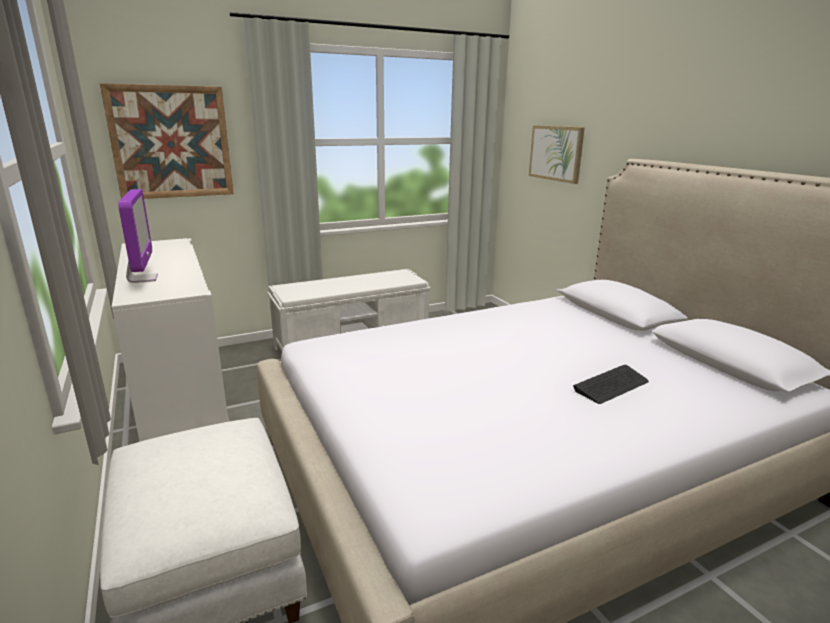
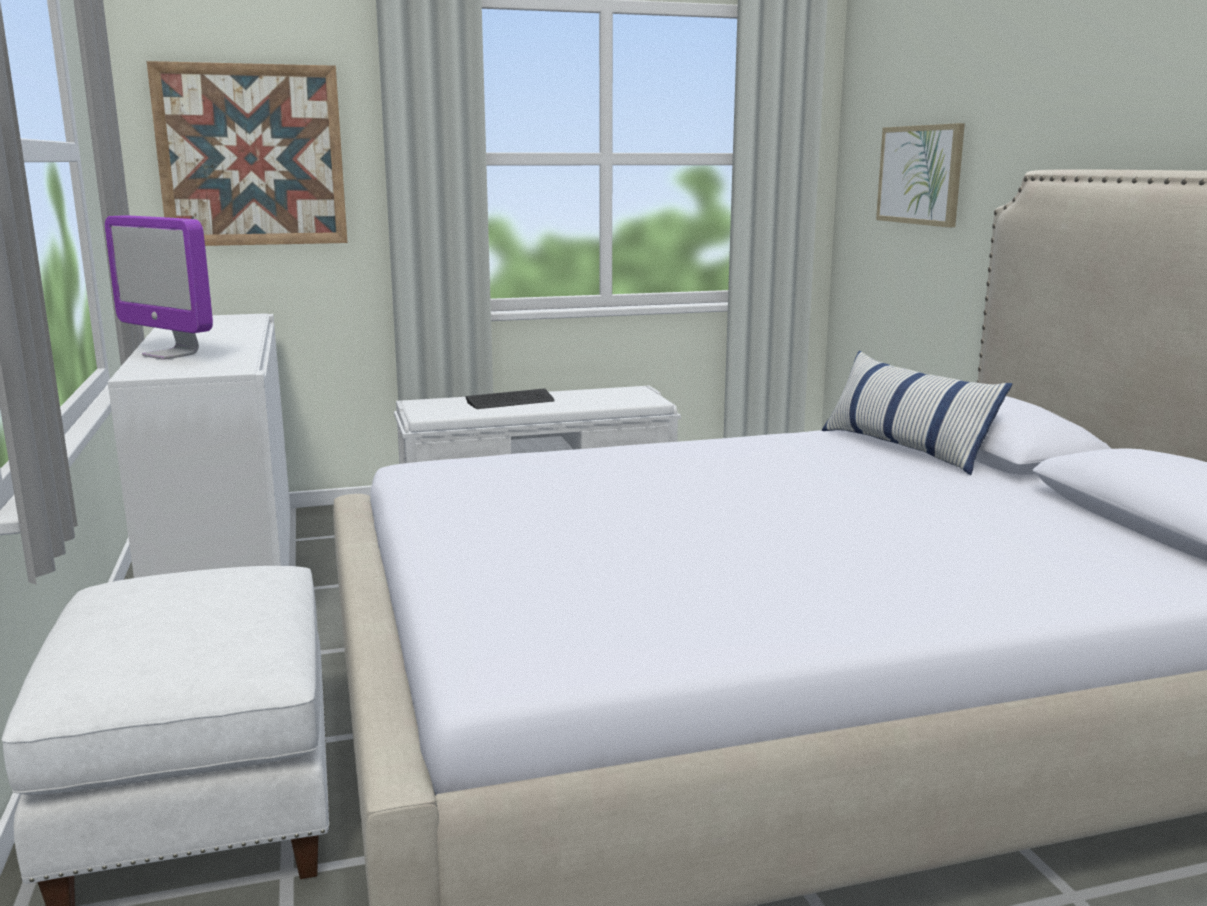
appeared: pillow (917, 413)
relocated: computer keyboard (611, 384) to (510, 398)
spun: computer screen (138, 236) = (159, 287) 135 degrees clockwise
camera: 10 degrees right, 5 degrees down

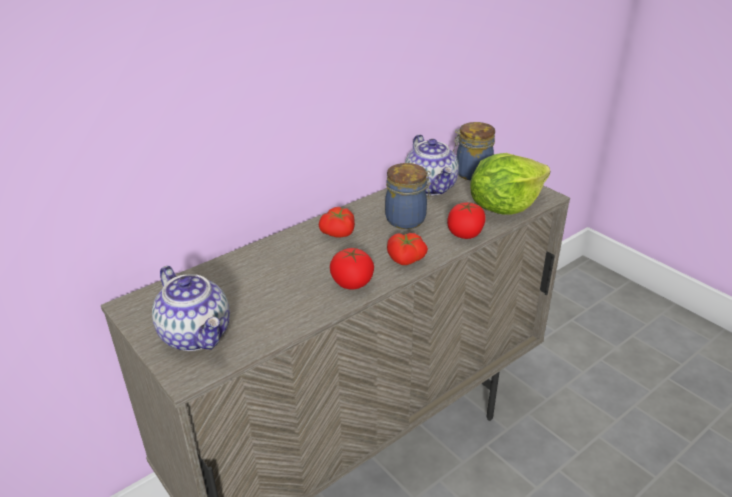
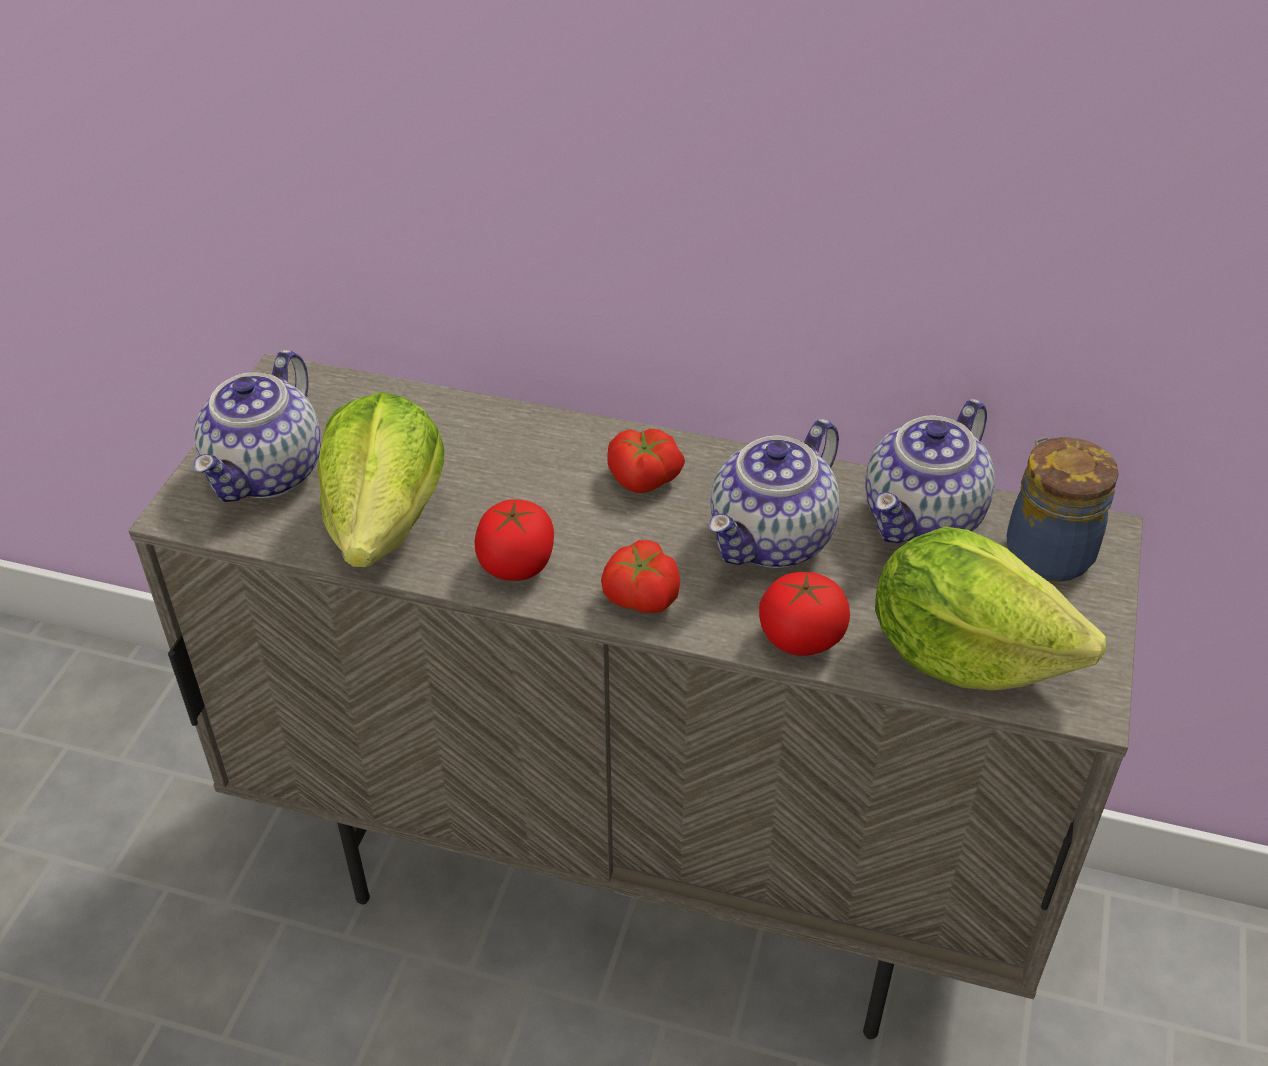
appeared: head of lettuce (381, 479)
exchanged: preserve jar (408, 196) to tea pot (774, 493)
camera: 55 degrees right, 10 degrees up

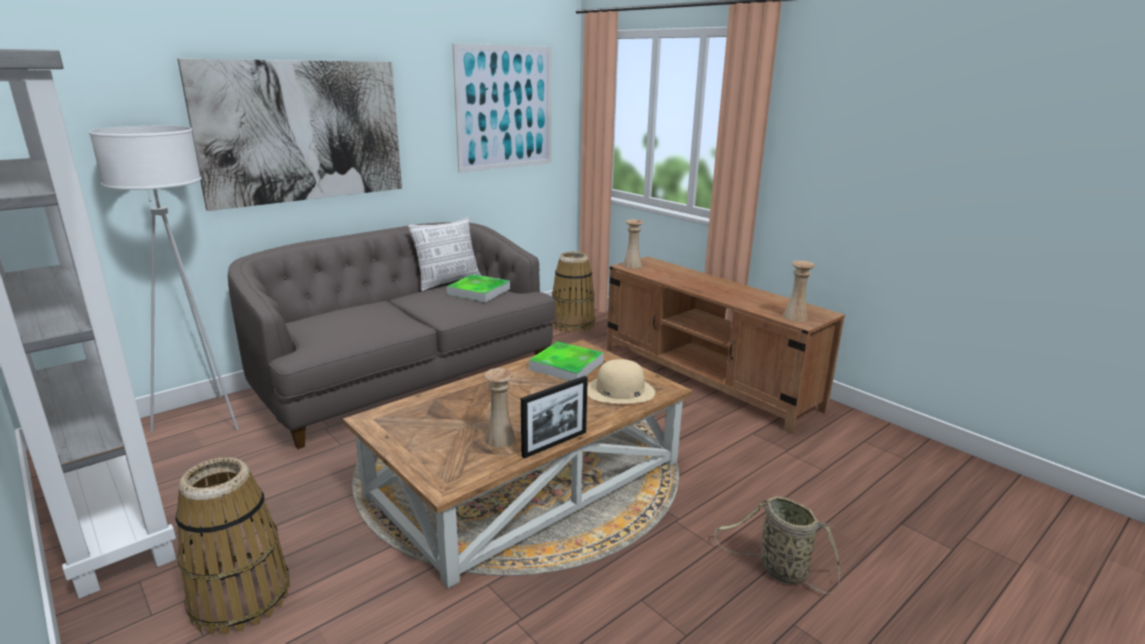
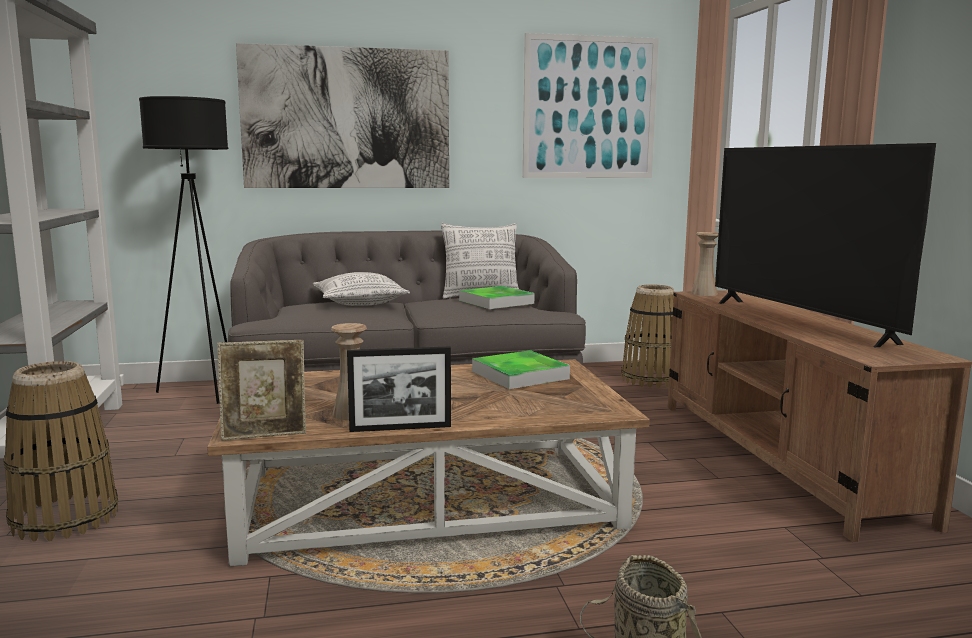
missing: sand-coloured decorative vase (799, 291); sand-coloured hat (621, 381)
appeared: TV set (825, 245); pillow (361, 289); standing frame (261, 390)
colour: white-coloured floor lamp (164, 279) to black floor lamp (183, 250)
camera: 30 degrees right, 10 degrees down

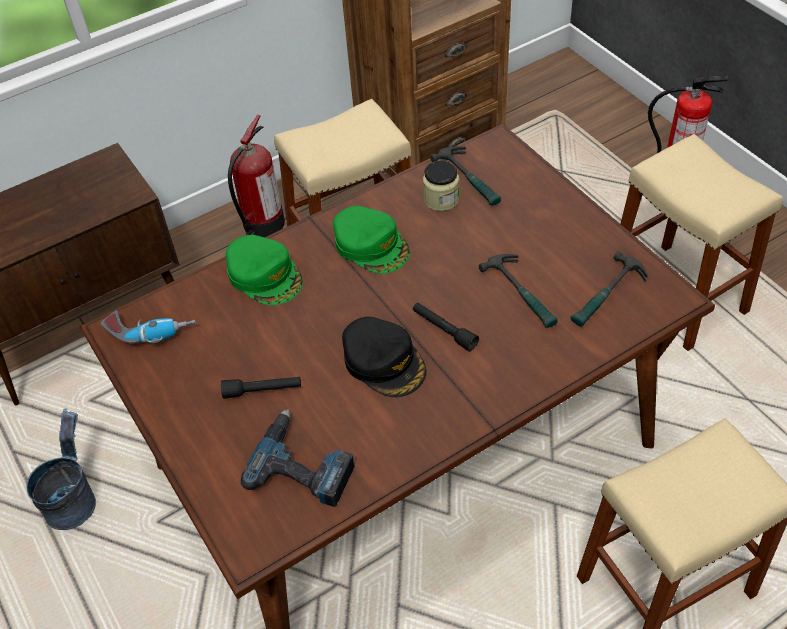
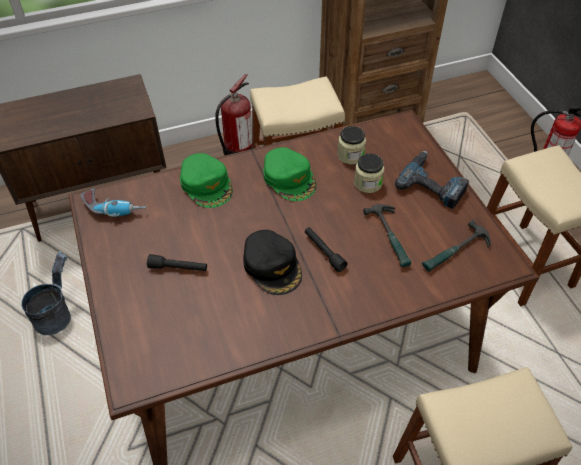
missing: hammer (465, 175)
appeared: preserve jar (369, 173)
relocated: power drill (298, 458) to (432, 180)
camera: 10 degrees right, 0 degrees up

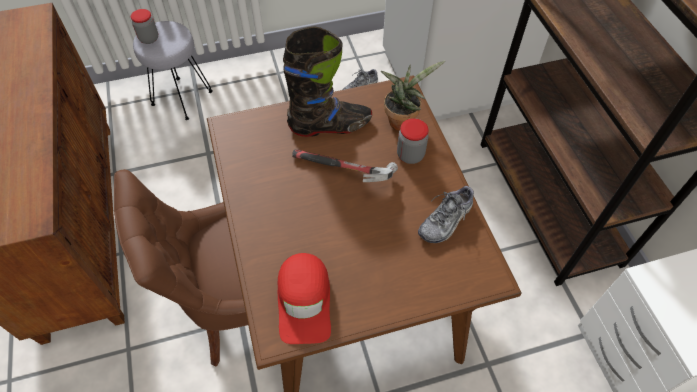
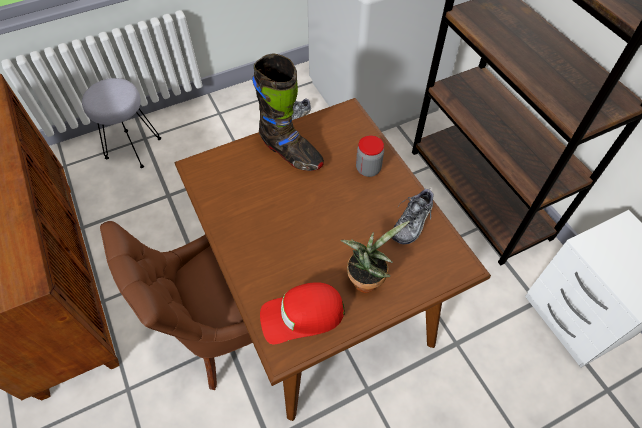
missing: preserve jar (144, 26); hammer (345, 165)
relocated: plant in a pot (413, 95) to (375, 257)
spun: black tall boot (327, 81) = (288, 112) 60 degrees clockwise; reddish peaked cap (304, 298) = (302, 313) 90 degrees clockwise
camera: 10 degrees left, 0 degrees up

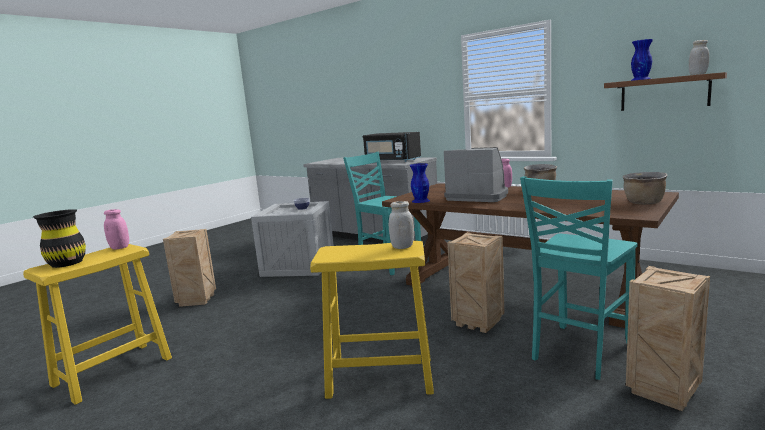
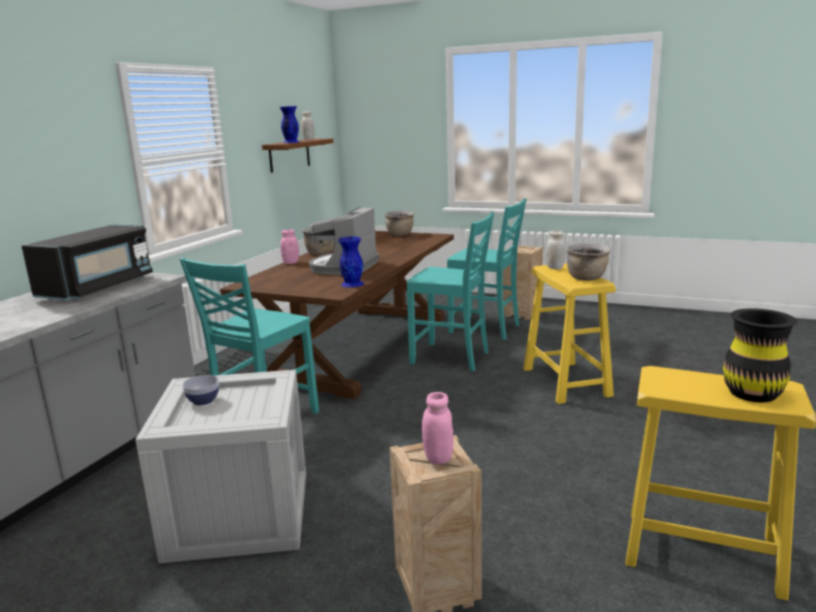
appeared: brownish stockpot (588, 262)
relocated: pink preserve jar (116, 229) to (437, 428)
exchanged: shipping crate (475, 283) to turquoise-coloured plain chair (450, 291)
camera: 105 degrees left, 5 degrees up

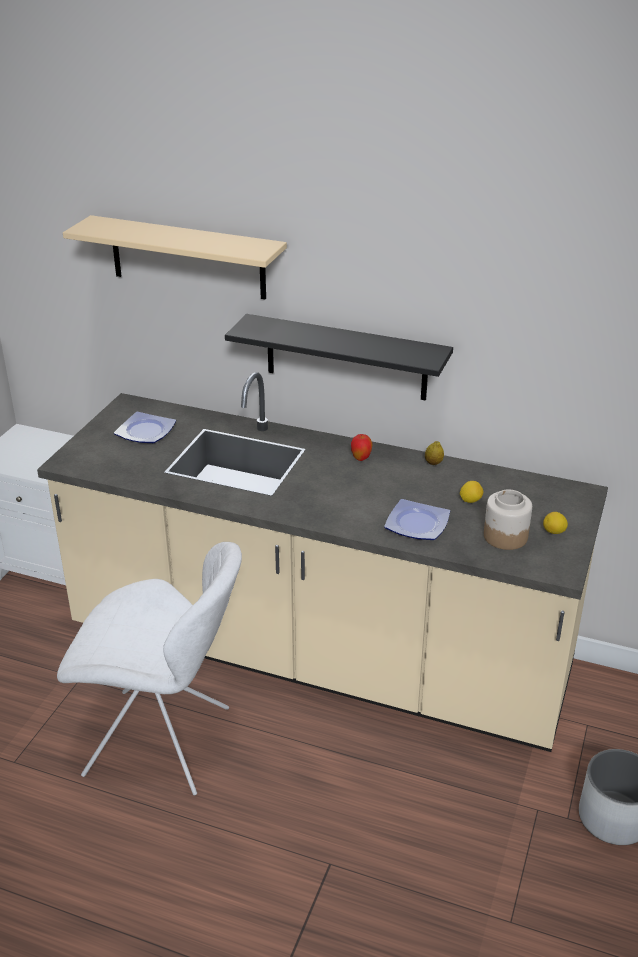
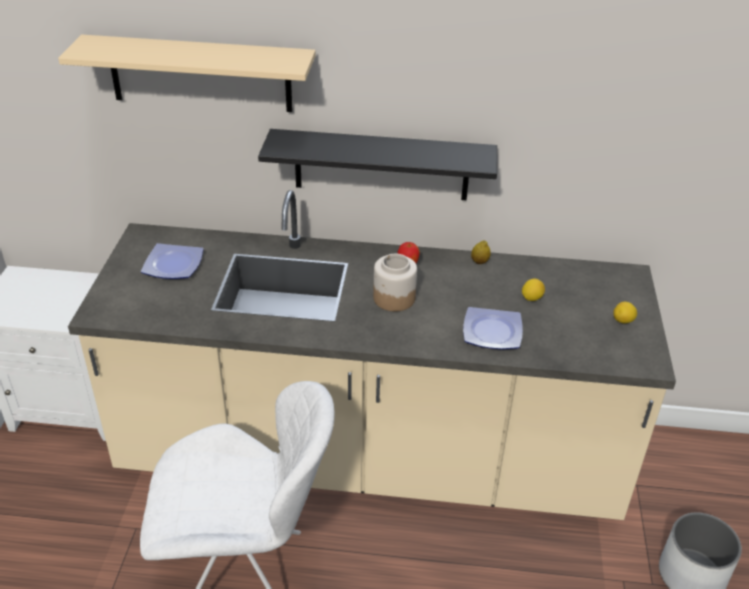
relocated: preserve jar (508, 519) to (395, 282)
camera: 15 degrees left, 5 degrees up

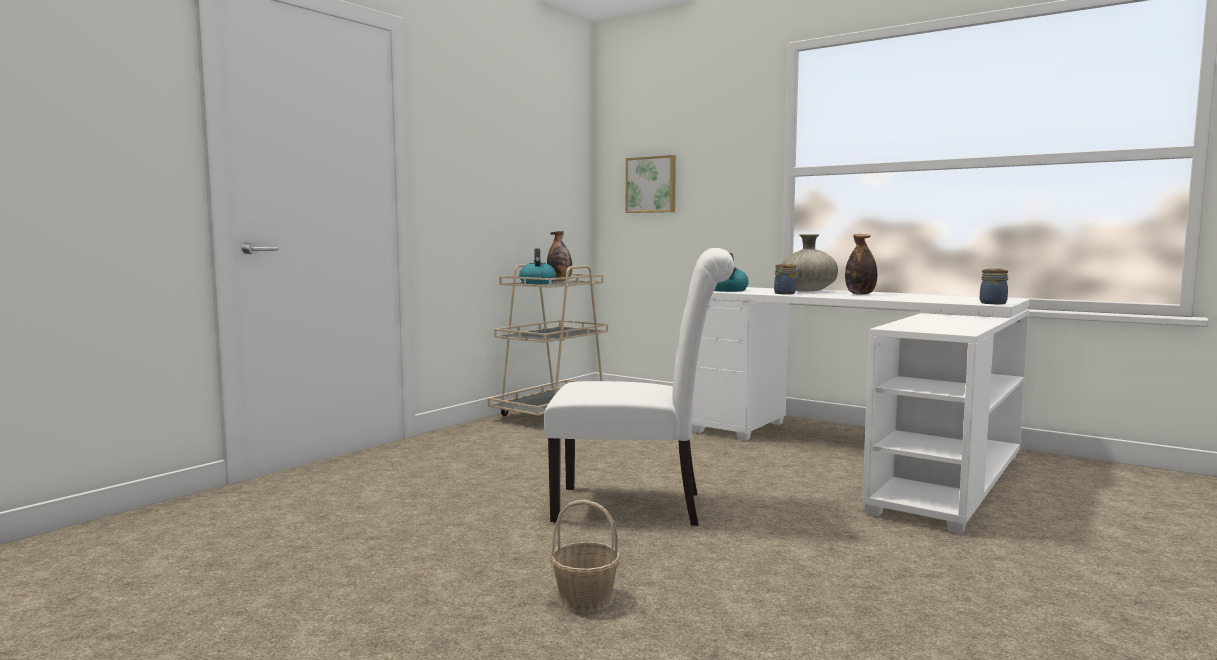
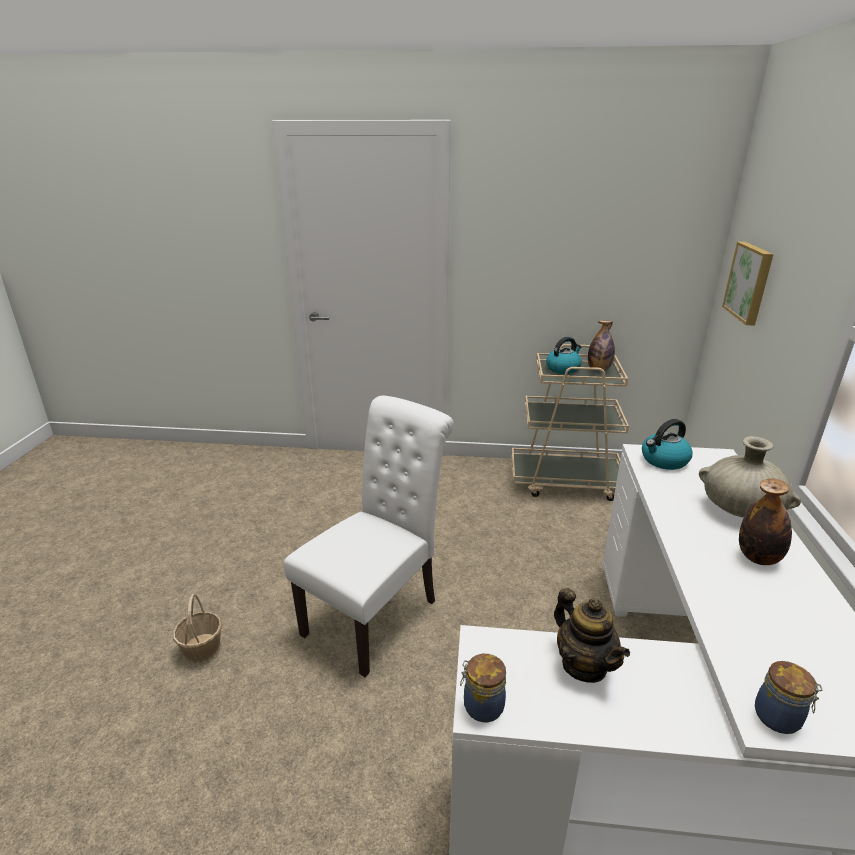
appeared: tea pot (592, 635)
relocated: preserve jar (785, 279) to (483, 688)
spun: white-coloured plain chair (639, 387) = (369, 536) 120 degrees counterclockwise
camera: 60 degrees right, 20 degrees up

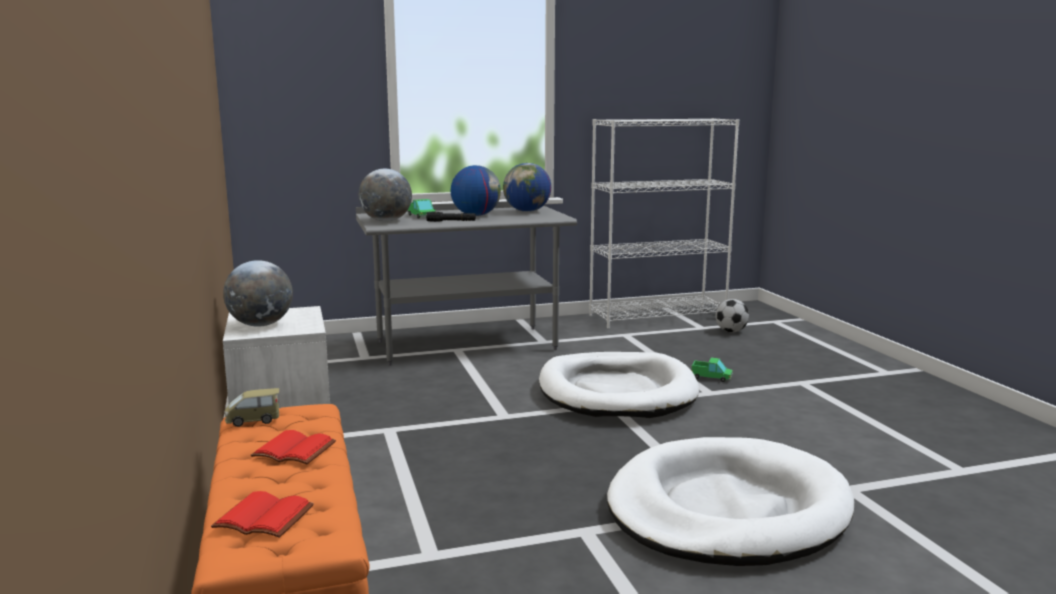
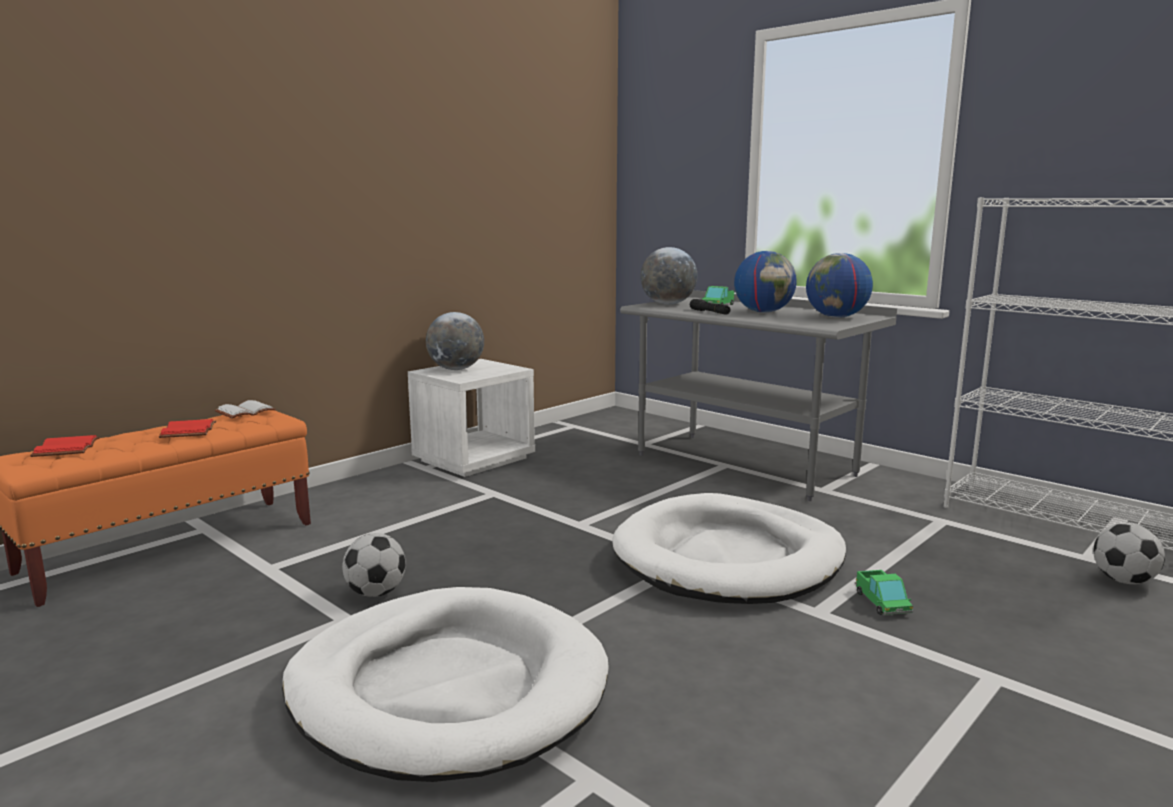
appeared: football (374, 565)
exchanged: model car (252, 407) to white-coloured volume (245, 409)
camera: 60 degrees right, 0 degrees up

